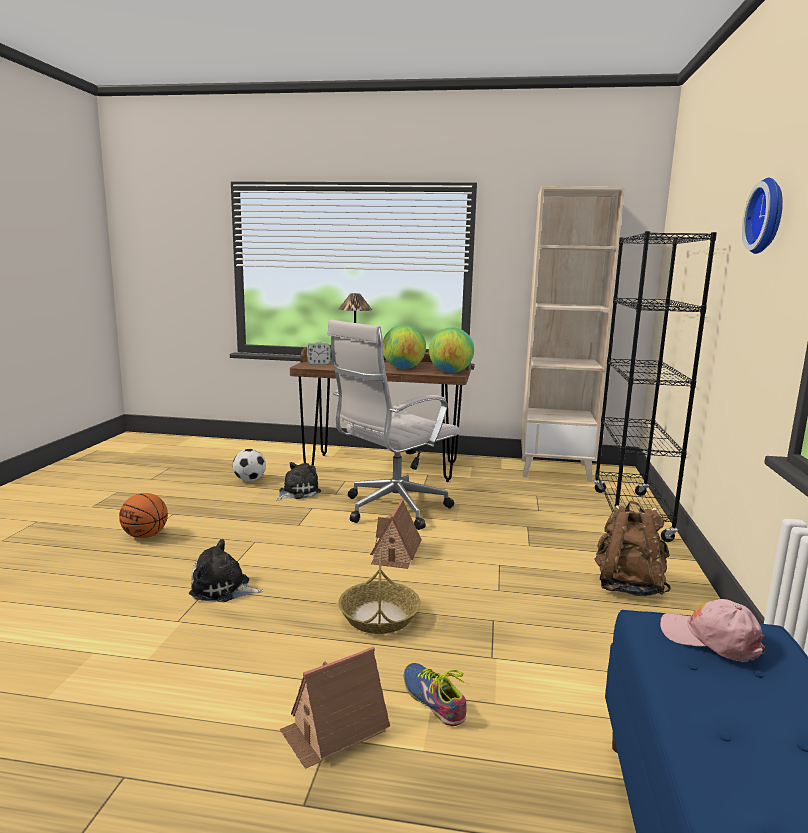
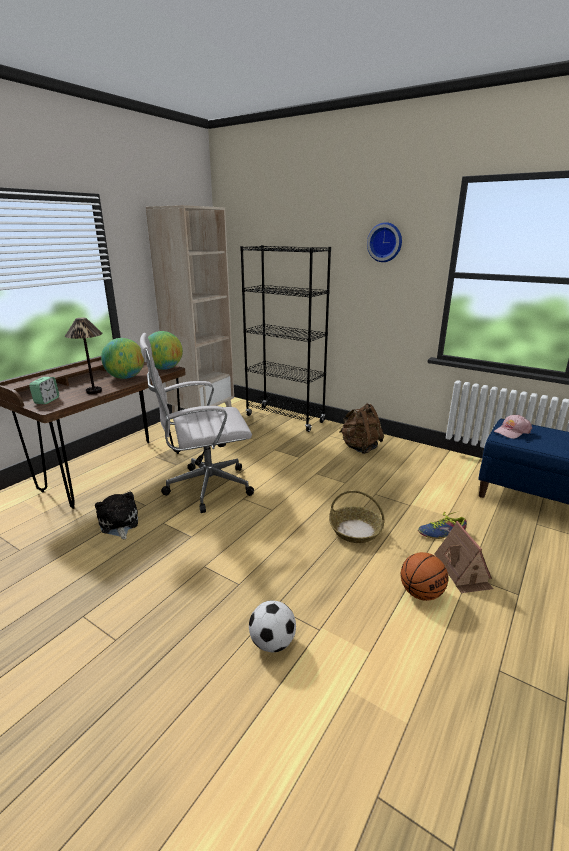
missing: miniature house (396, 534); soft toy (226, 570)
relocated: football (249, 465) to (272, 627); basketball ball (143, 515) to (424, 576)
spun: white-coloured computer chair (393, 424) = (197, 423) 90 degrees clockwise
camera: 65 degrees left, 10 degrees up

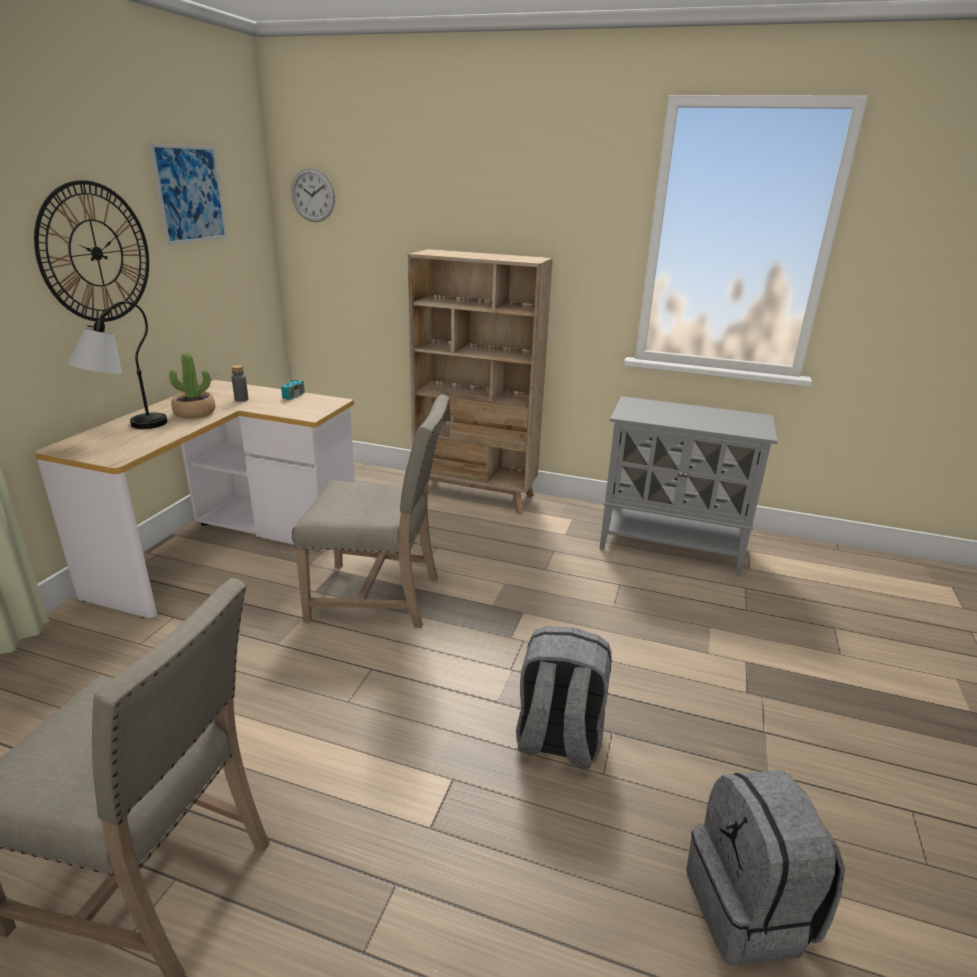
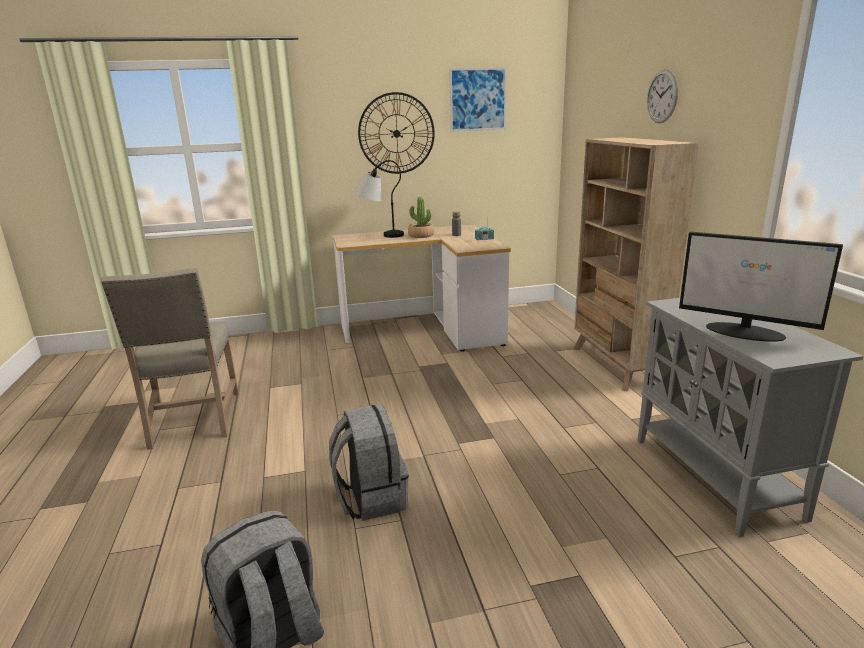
missing: sand-coloured plain chair (371, 511)
appeared: computer screen (761, 287)
relocated: clock on the wall (313, 195) to (662, 96)
camera: 60 degrees right, 5 degrees down

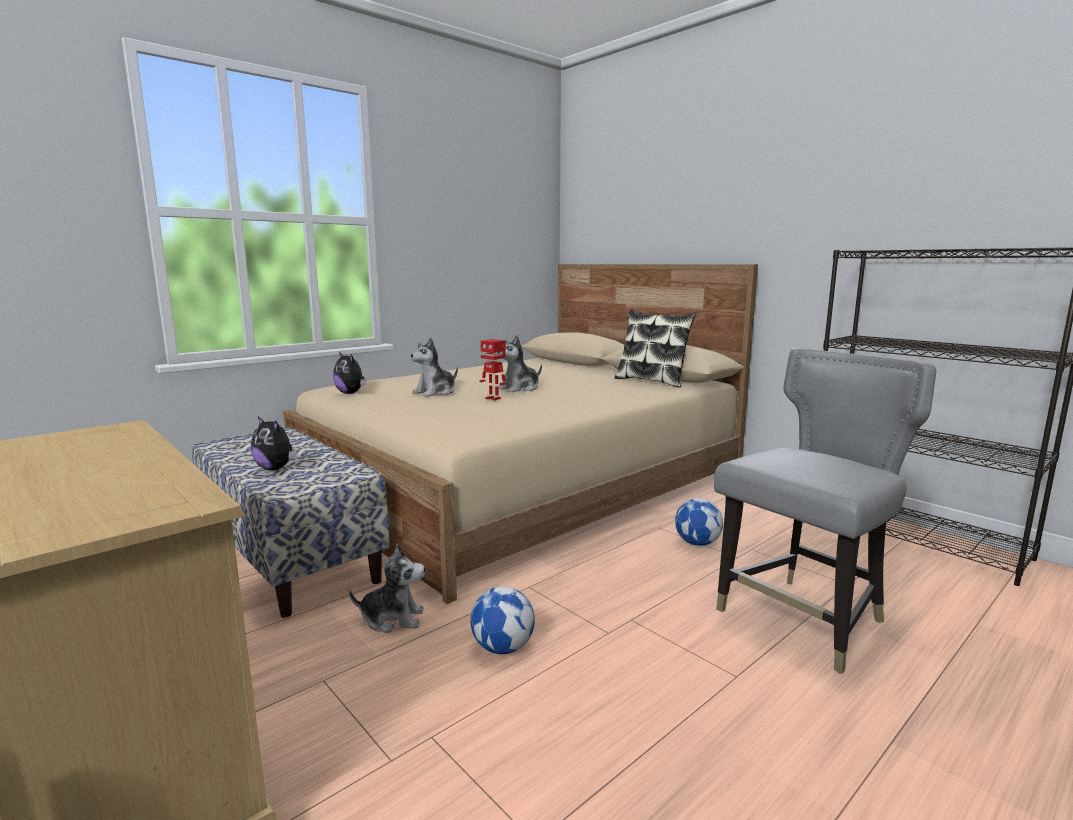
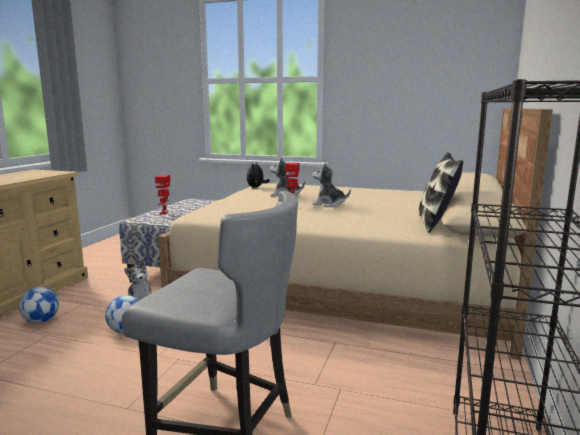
relocated: football (699, 522) to (39, 305)
exchanged: soft toy (274, 443) to toy robot (162, 194)
camera: 60 degrees right, 0 degrees up

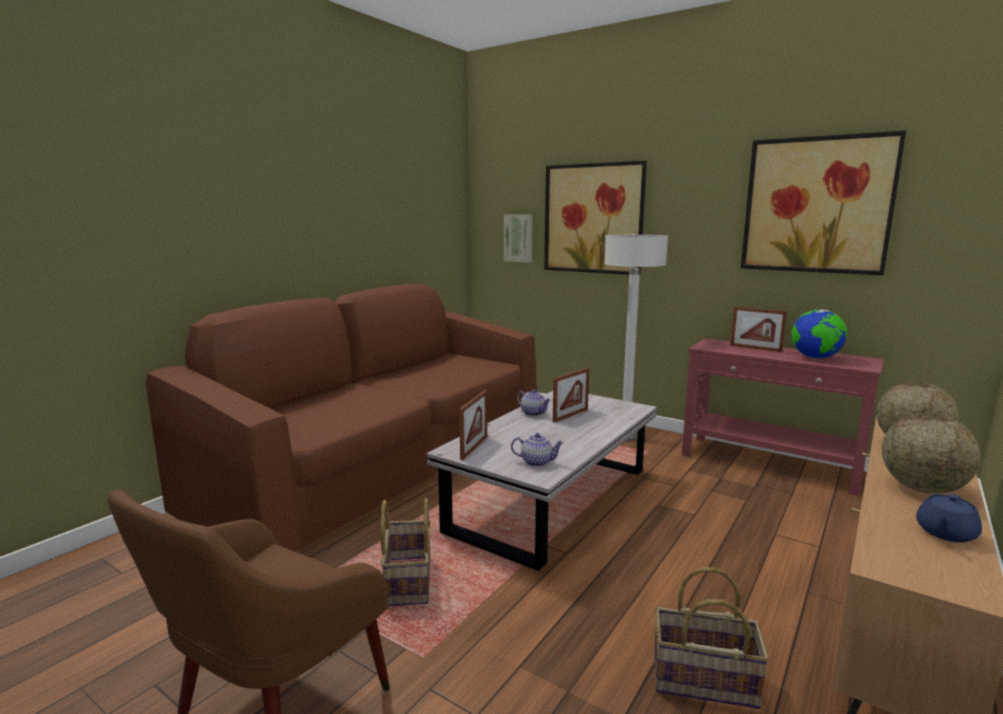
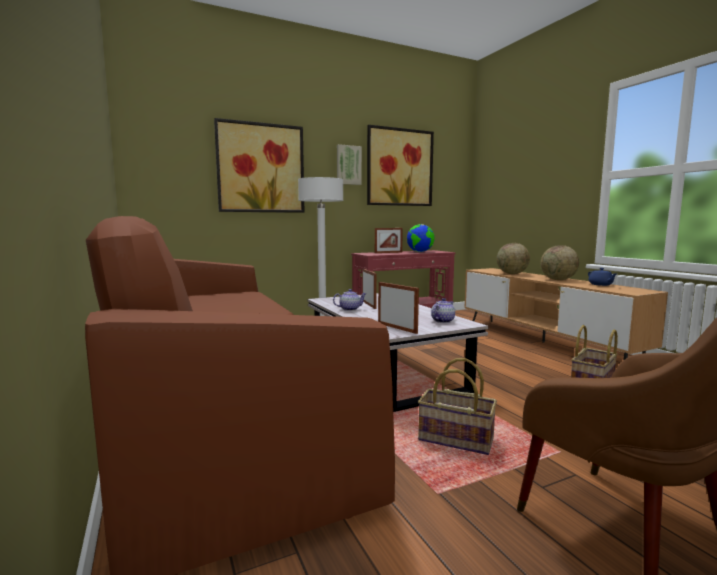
relocated: wall art (518, 239) to (349, 164)
camera: 60 degrees left, 5 degrees down

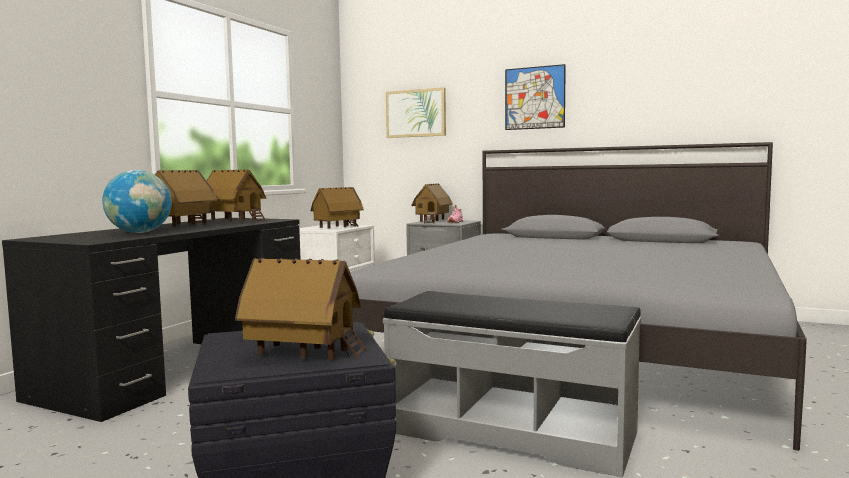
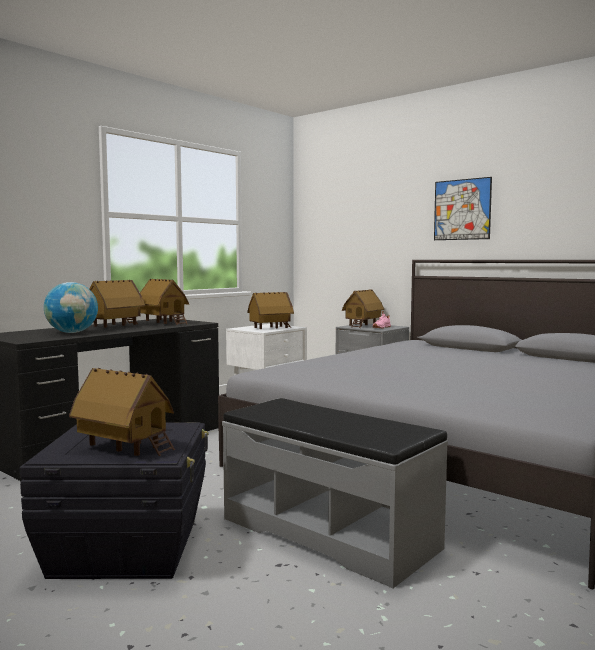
missing: wall art (416, 112)
camera: 15 degrees right, 0 degrees up

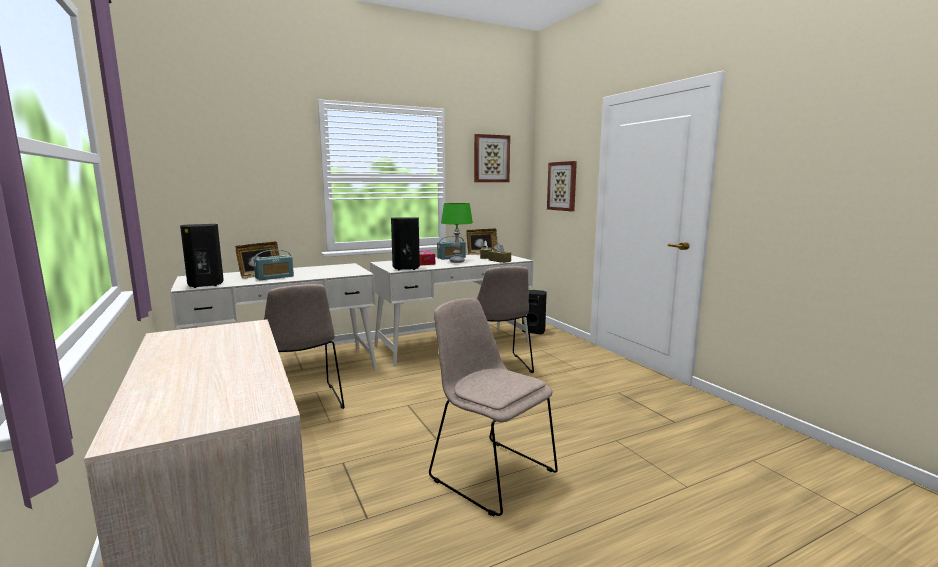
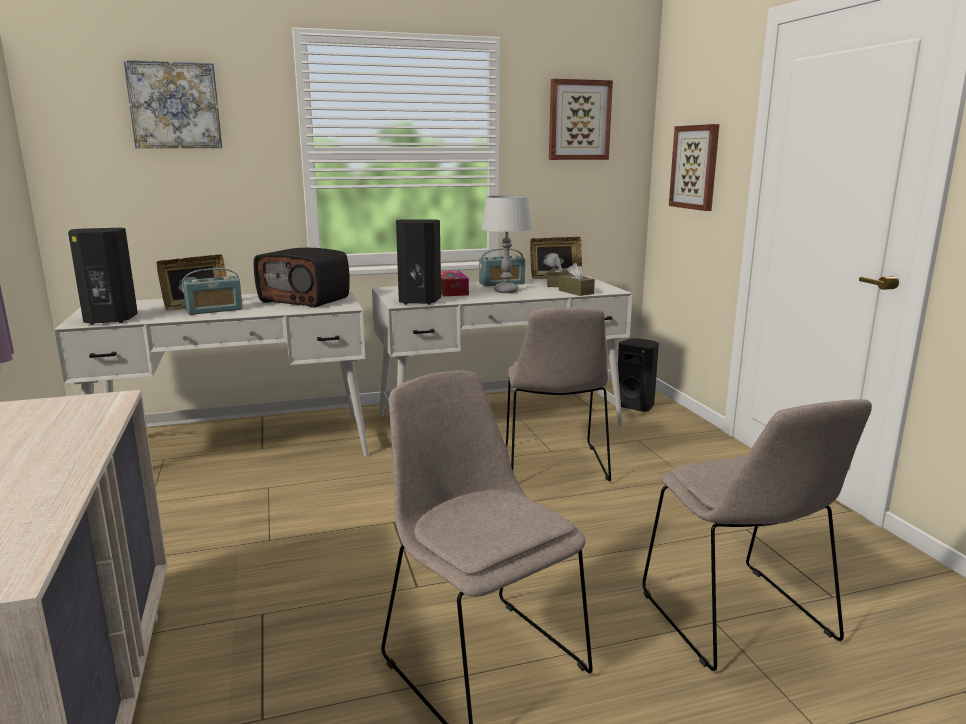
appeared: wall art (172, 104); radio (302, 278)
relocated: sand-coloured plain chair (304, 346) to (757, 535)
colour: greenish table lamp (457, 233) to grey table lamp (507, 244)
camera: 10 degrees right, 5 degrees up

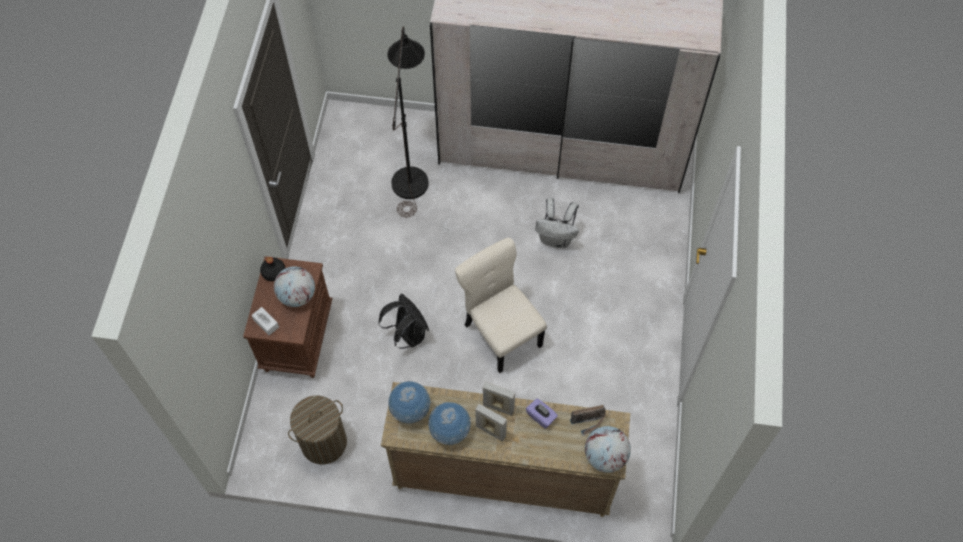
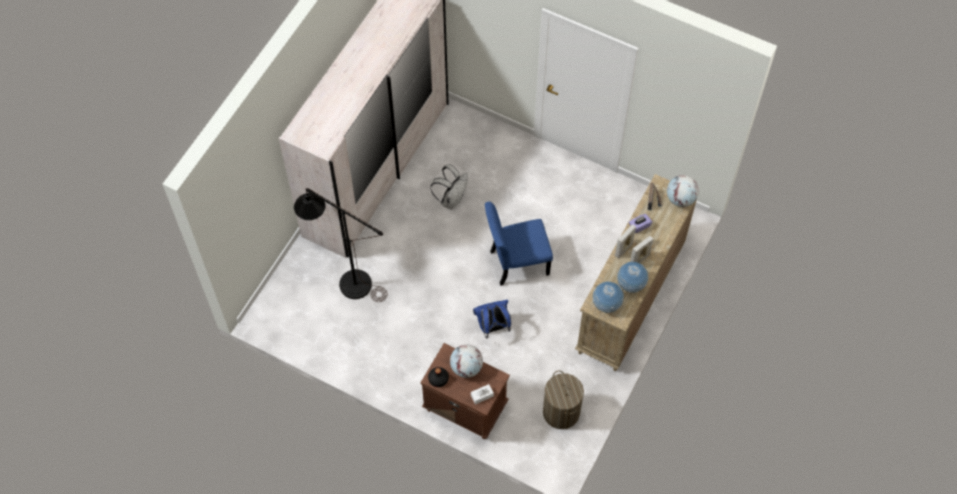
colour: sand-coloured plain chair (501, 305) to blue plain chair (519, 244); black knapsack (403, 321) to blue knapsack (492, 319)
camera: 70 degrees left, 0 degrees up

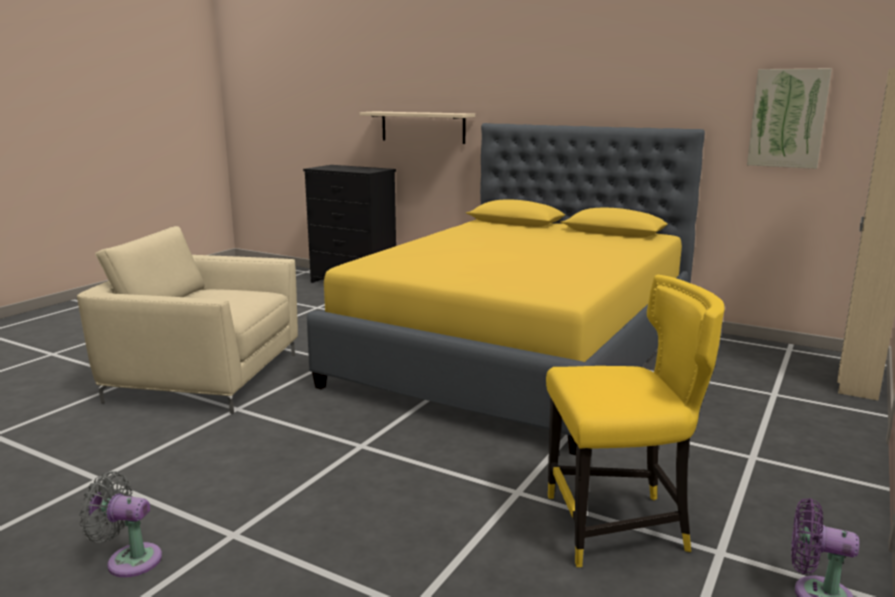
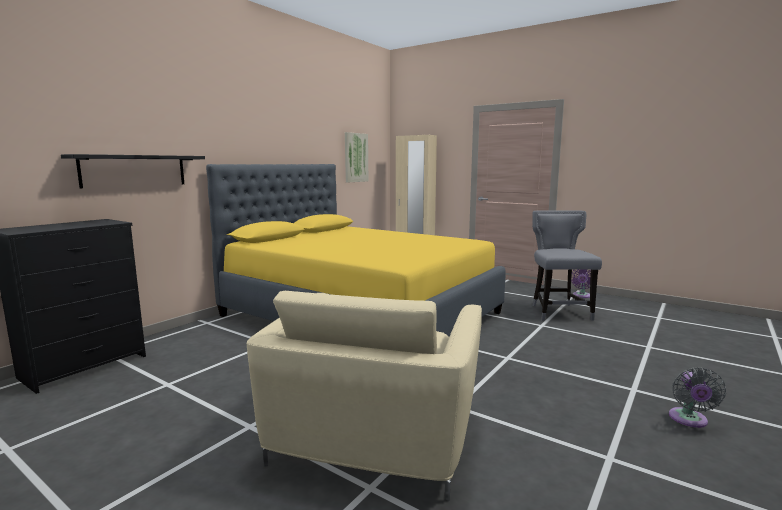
colour: sand-coloured bracket shelf (417, 127) to black bracket shelf (133, 171); yellow plain chair (635, 421) to grey plain chair (567, 265)
camera: 85 degrees left, 5 degrees down

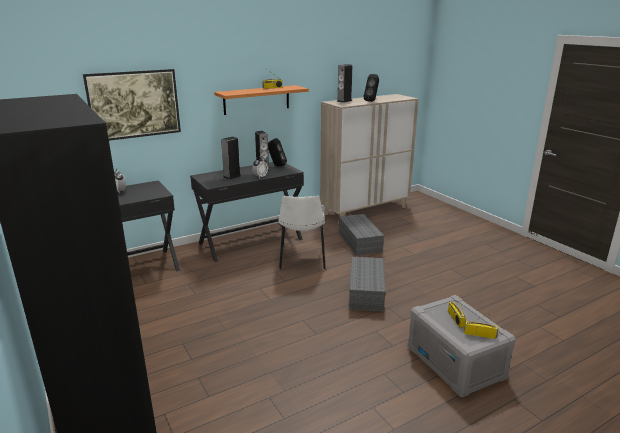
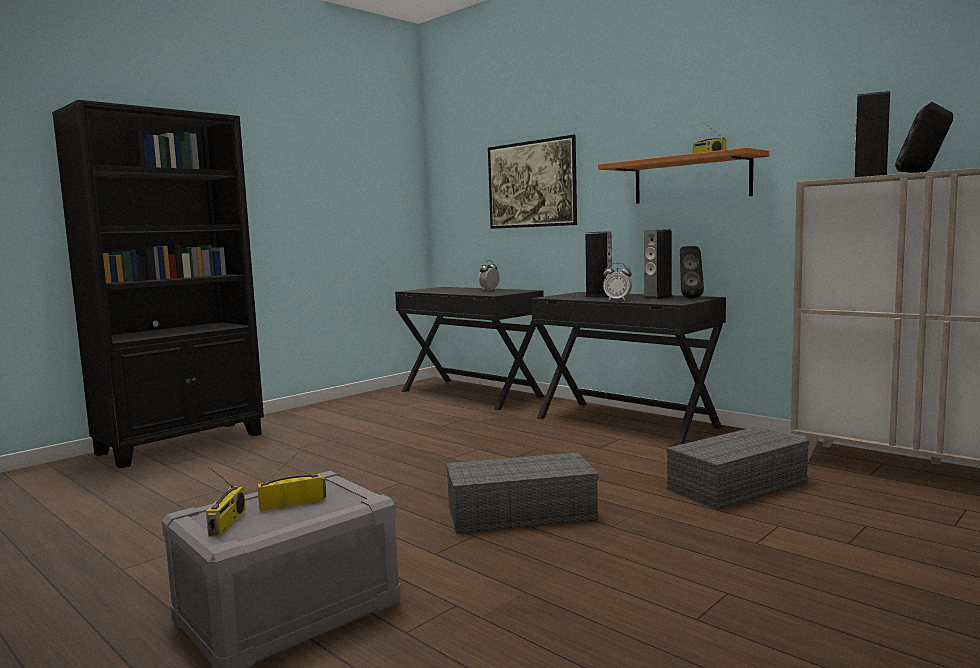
missing: white-coloured plain chair (302, 232)
camera: 75 degrees right, 15 degrees down

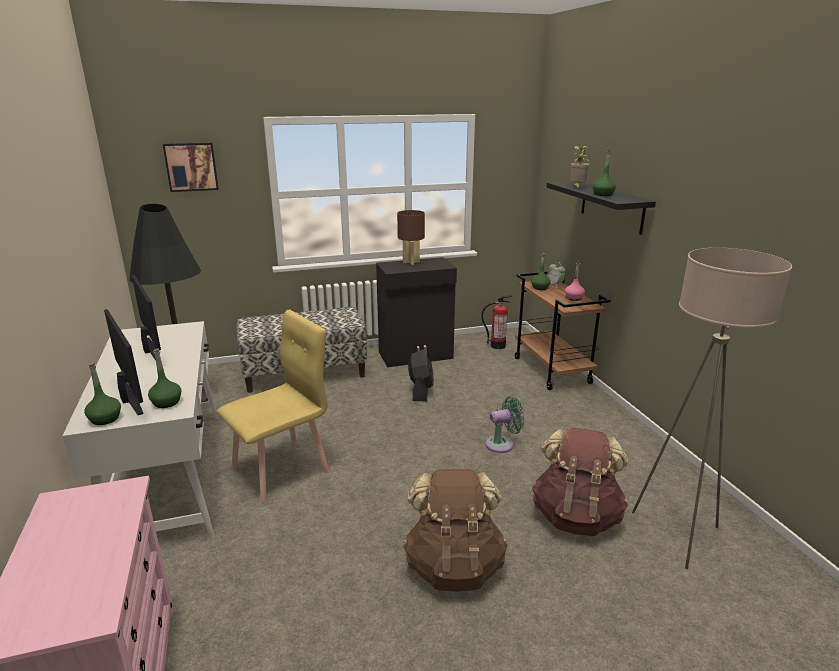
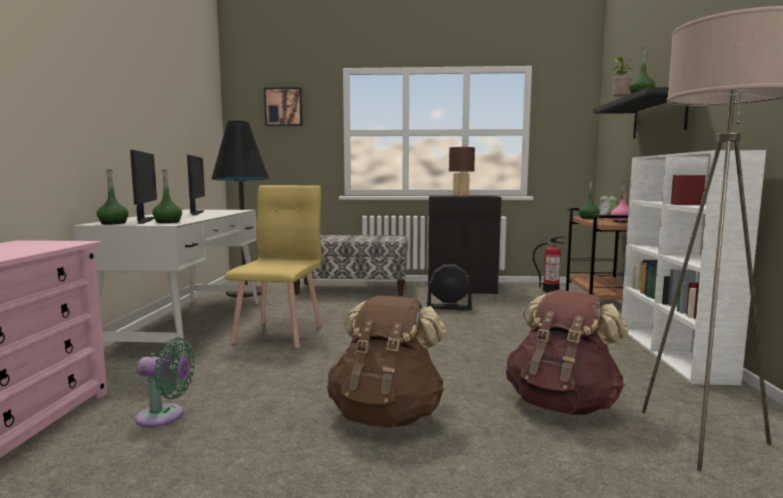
appeared: white-coloured bookshelf (693, 267)
relocated: greenish cooling fan (505, 424) to (165, 382)
spun: yellow plain chair (272, 406) = (273, 266) 60 degrees counterclockwise; black cooling fan (421, 375) = (449, 287) 75 degrees clockwise
camera: 20 degrees right, 15 degrees down

